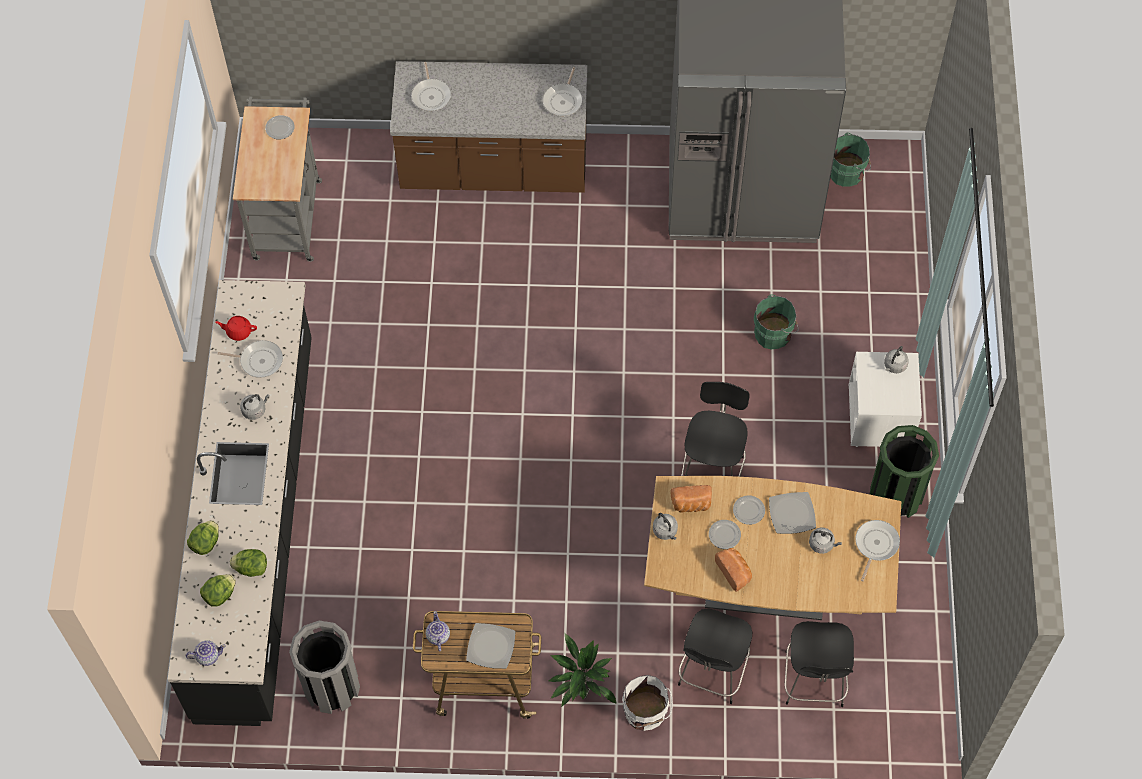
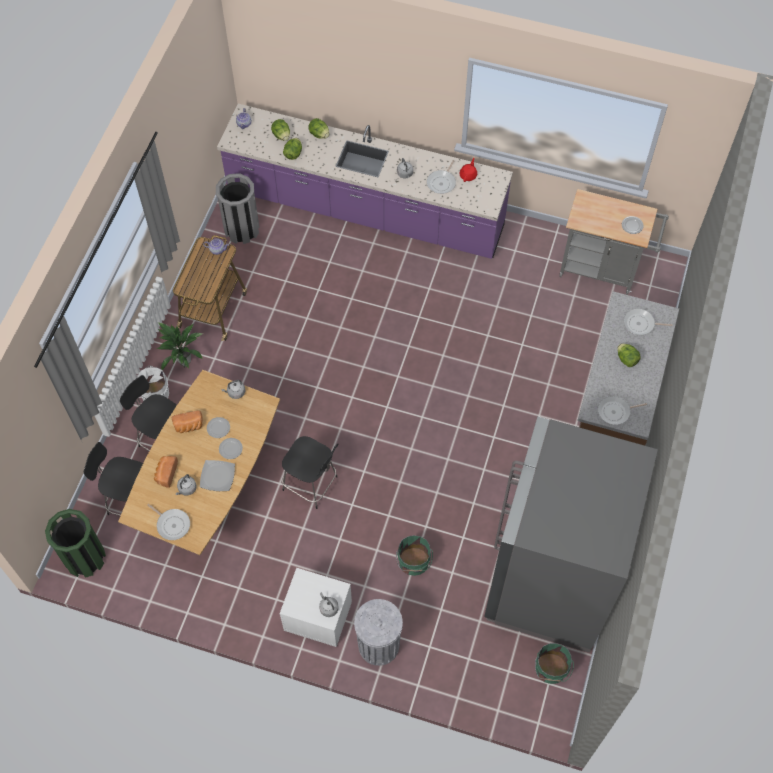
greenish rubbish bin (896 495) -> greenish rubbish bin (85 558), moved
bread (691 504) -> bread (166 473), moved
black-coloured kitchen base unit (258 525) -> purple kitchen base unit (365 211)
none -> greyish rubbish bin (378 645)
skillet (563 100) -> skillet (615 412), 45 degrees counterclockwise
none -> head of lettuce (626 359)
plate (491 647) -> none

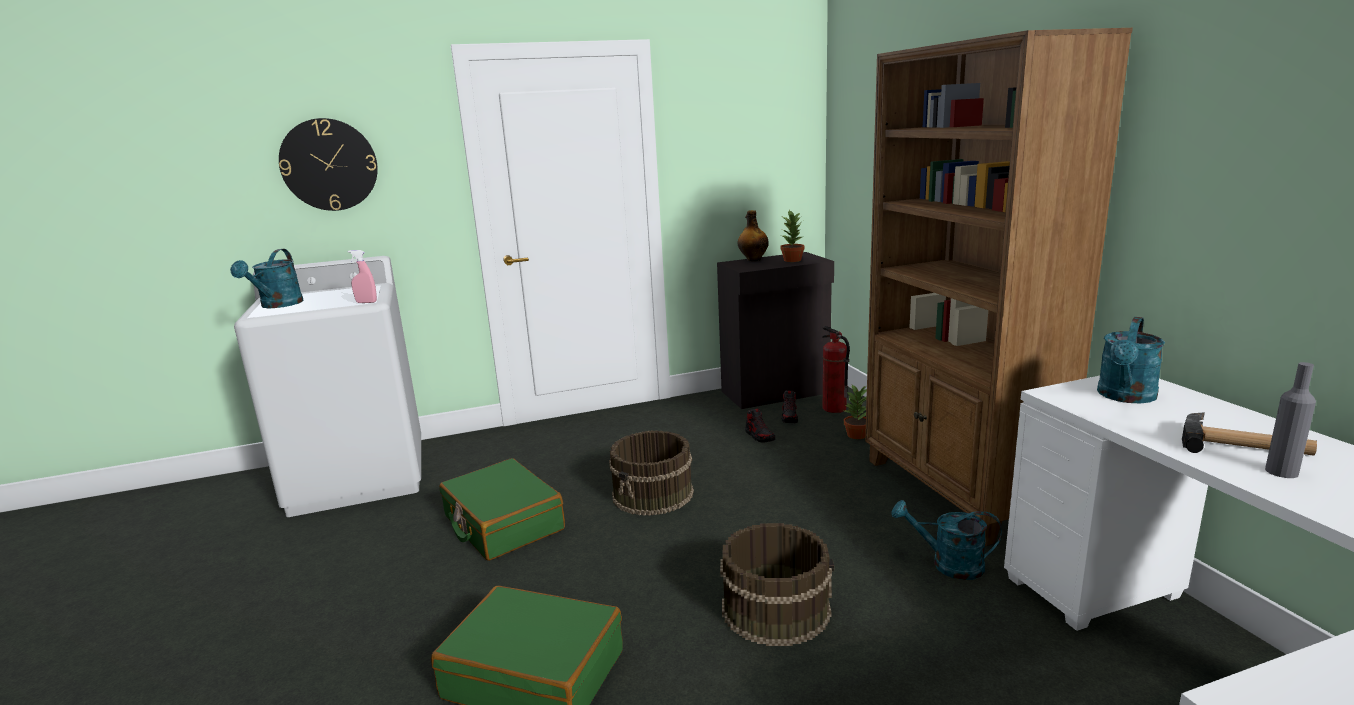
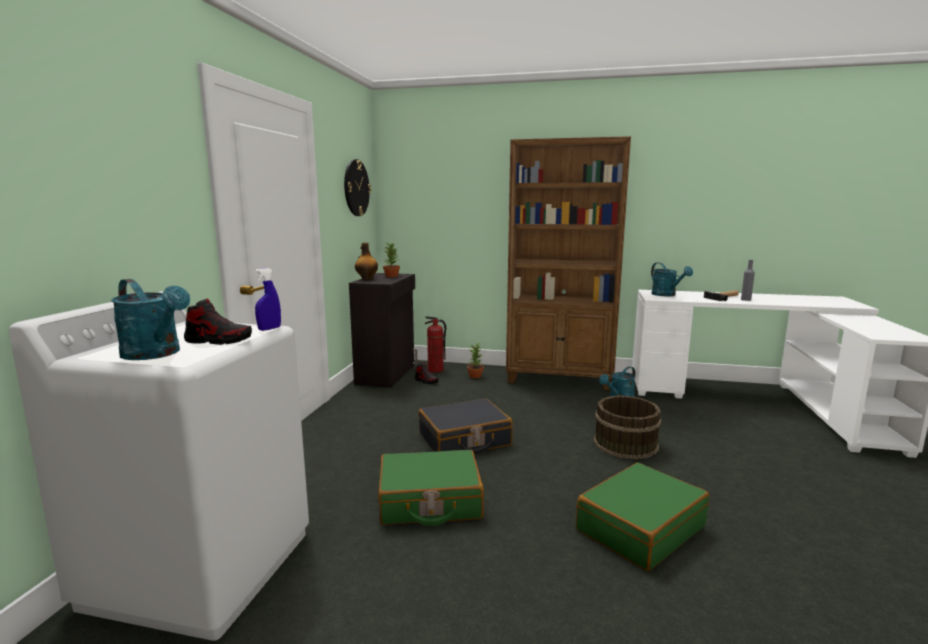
shoe (759 436) -> shoe (218 341), moved
pinkish hand sprayer (366 302) -> bluish hand sprayer (269 329)
wall clock (329 165) -> wall clock (356 188), moved
brown water bucket (653 494) -> black-coloured suitcase (464 440)

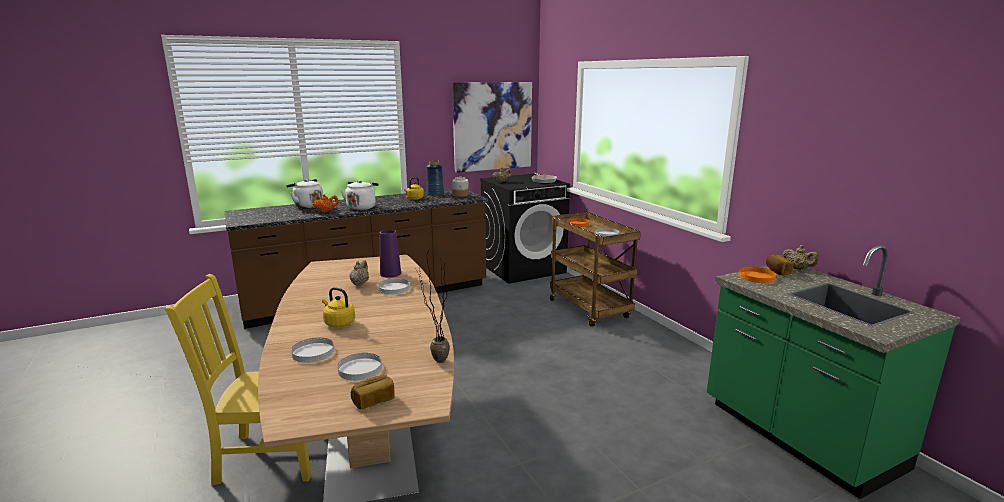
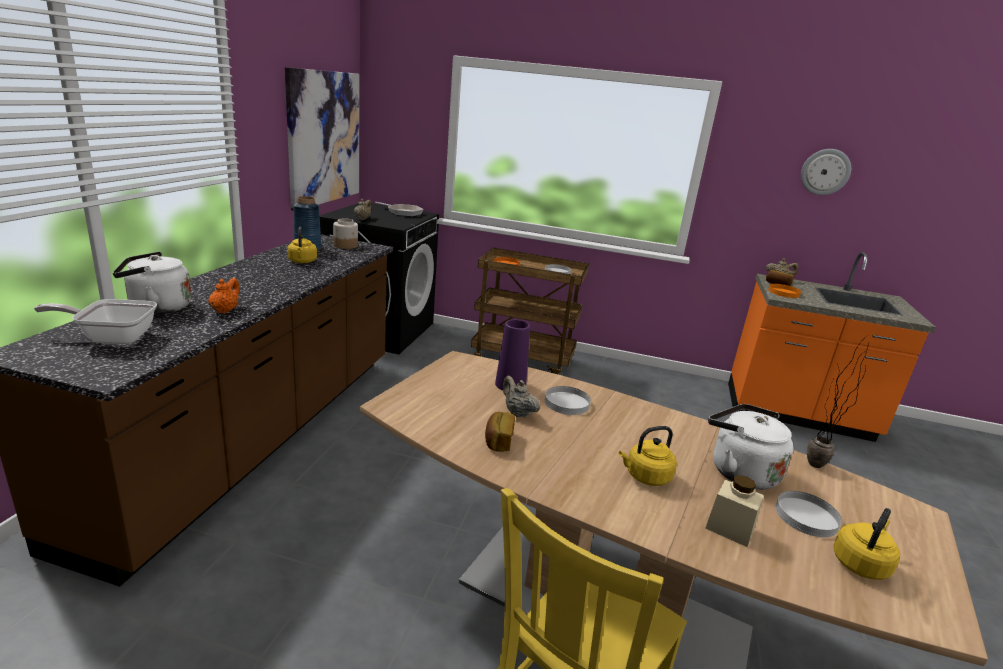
none -> skillet (112 337)
bread (373 400) -> bread (498 441), moved
white plate (313 352) -> beige jar (729 528)
white water kettle (361 207) -> white water kettle (739 471), moved
greenish kitchen base unit (798 436) -> orange-coloured kitchen base unit (798 414)
none -> wall clock (825 172)
none -> yellow-coloured water kettle (861 563)

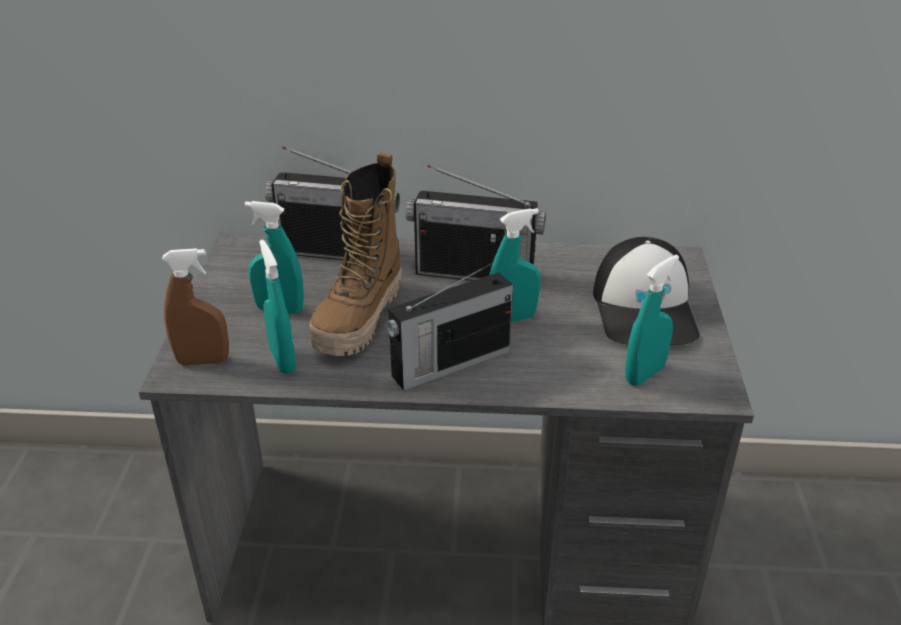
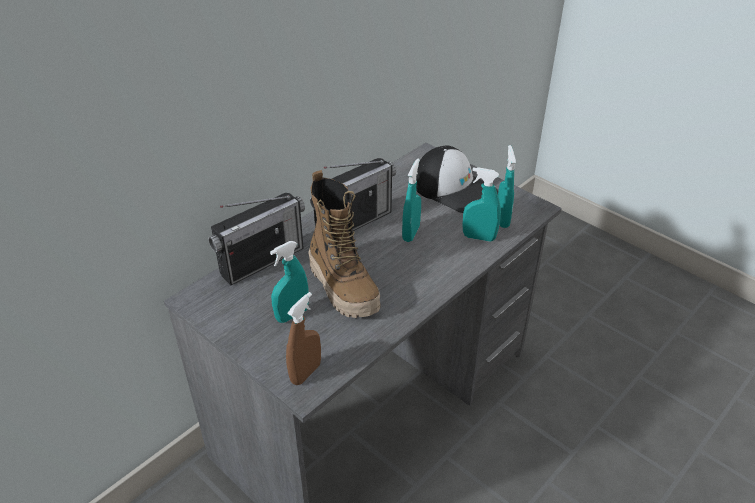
turquoise hand sprayer (282 360) -> turquoise hand sprayer (479 237), moved
radio set (449 364) -> none

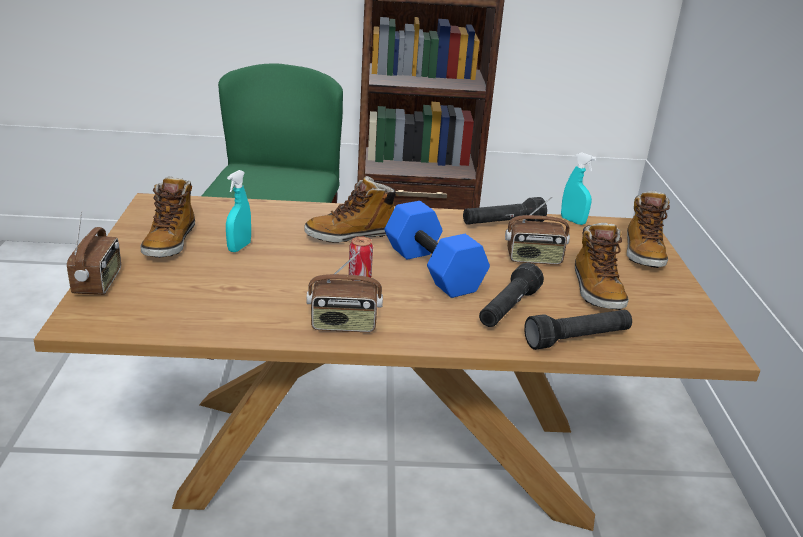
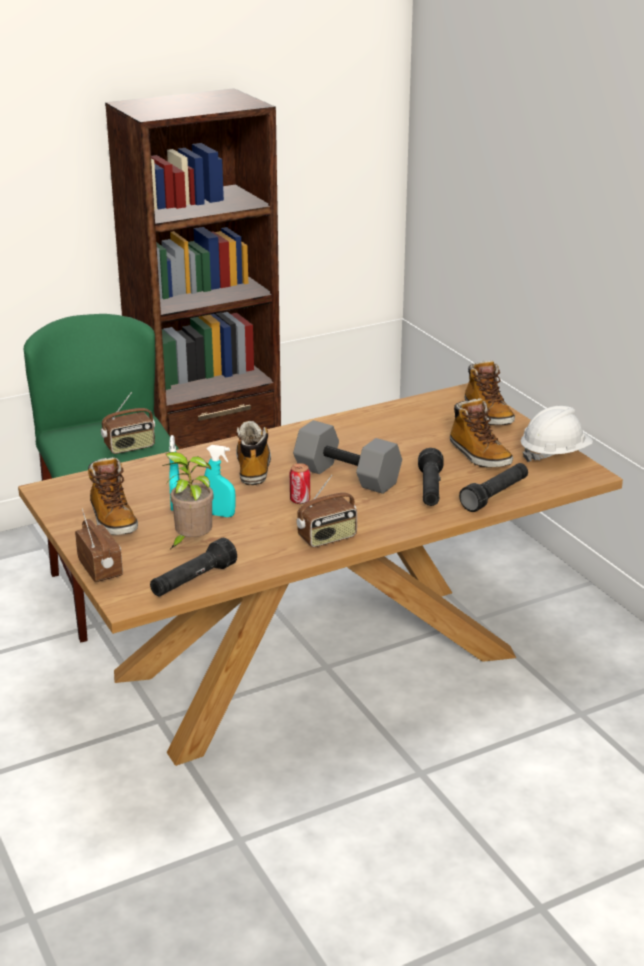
radio set (534 259) -> radio set (130 447), moved
black-coloured torch (502 224) -> black-coloured torch (193 581), moved
none -> houseplant (191 542)
turquoise hand sprayer (572 221) -> turquoise hand sprayer (220 514), moved
boot (351 235) -> boot (253 467), 135 degrees clockwise
bluish free weight (435 269) -> greyish free weight (349 475)
none -> white hard hat (554 454)

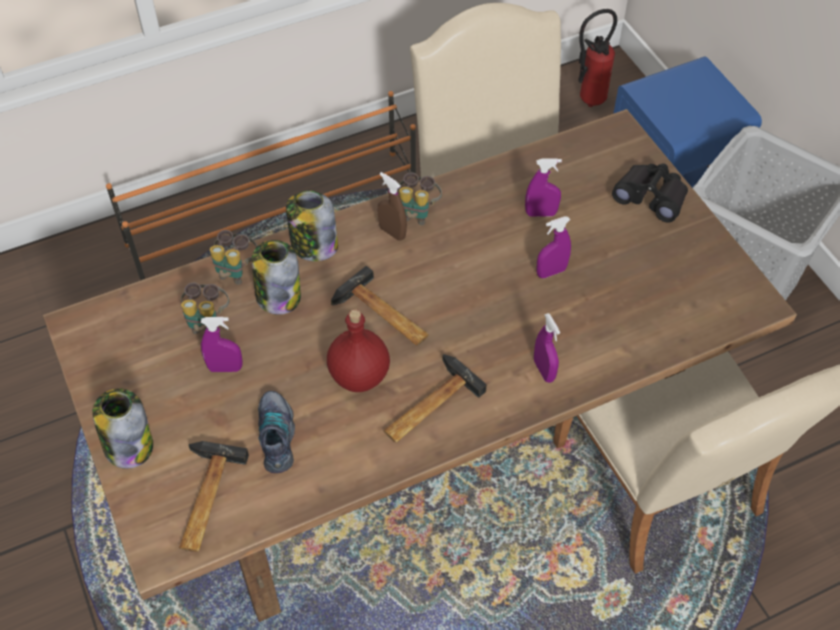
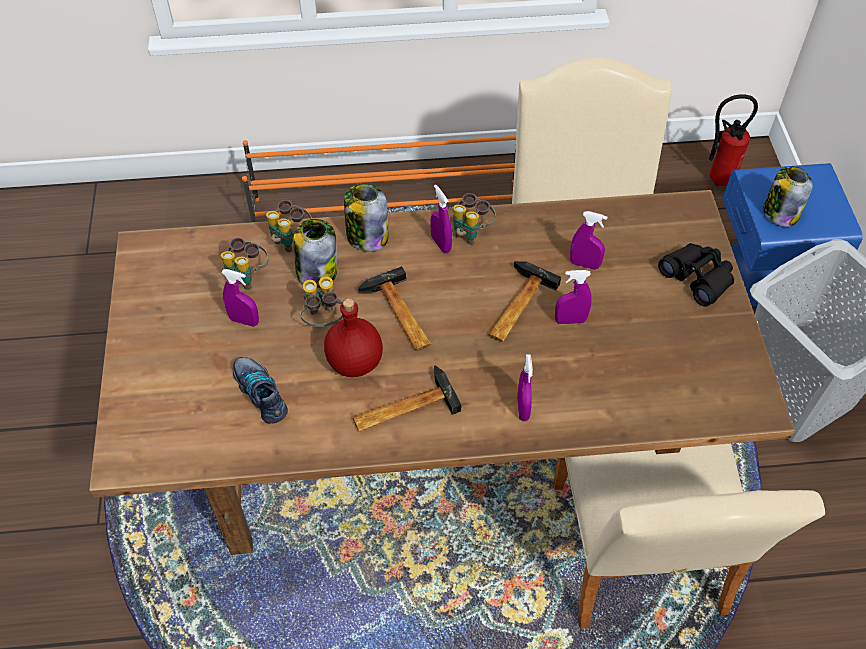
shoe (277 435) -> shoe (261 393), 45 degrees counterclockwise
none -> binoculars (324 320)
brown hand sprayer (392 232) -> purple hand sprayer (441 244)
hammer (204 499) -> hammer (515 306), moved
jar (128 445) -> jar (780 213), moved

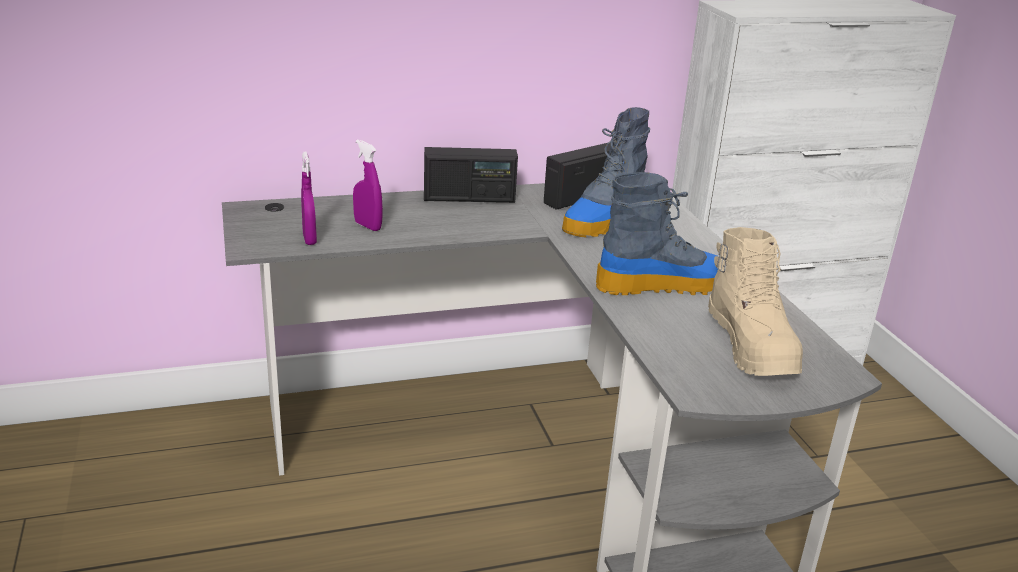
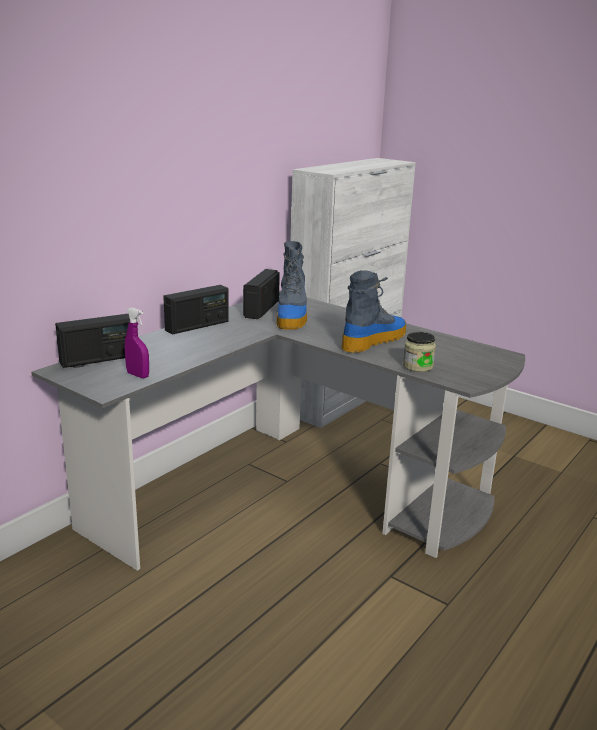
none -> radio set (100 359)
none -> jar (417 366)
purple hand sprayer (368 226) -> none
beige boot (752 346) -> none

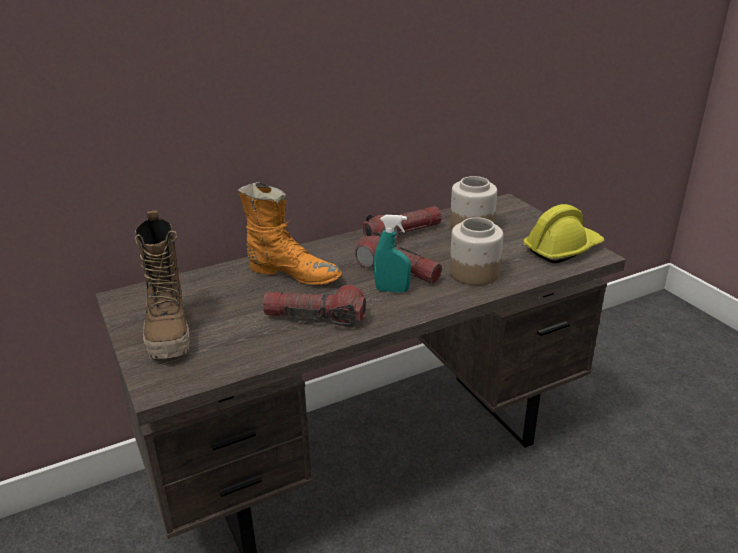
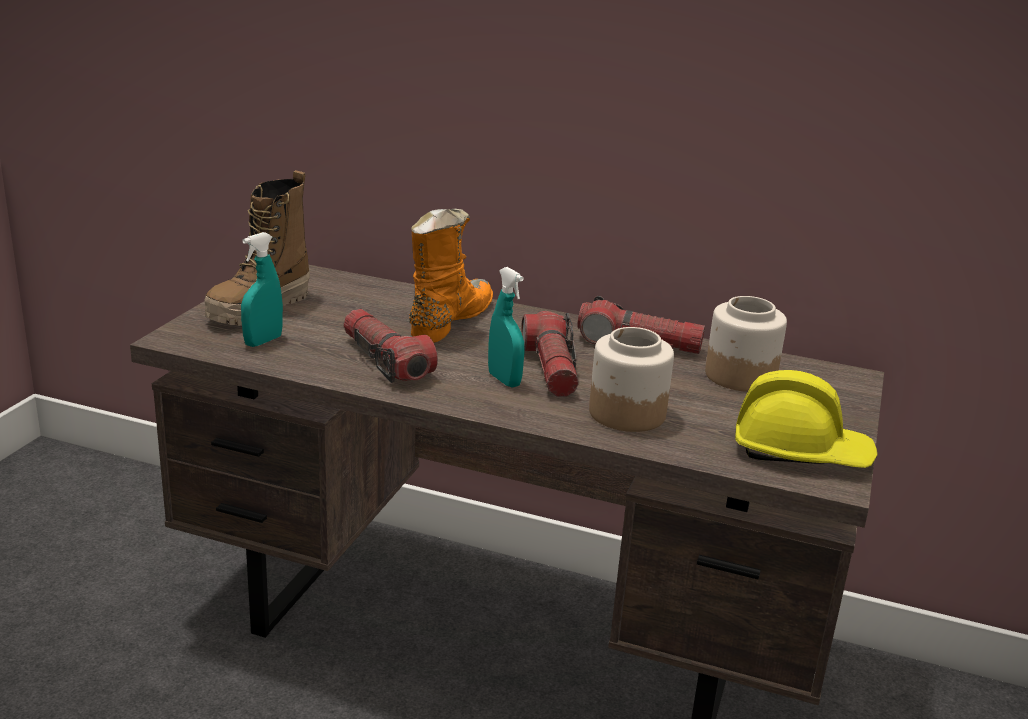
none -> turquoise hand sprayer (263 341)
orange-coloured boot (293 274) -> orange-coloured boot (448 321), 135 degrees counterclockwise

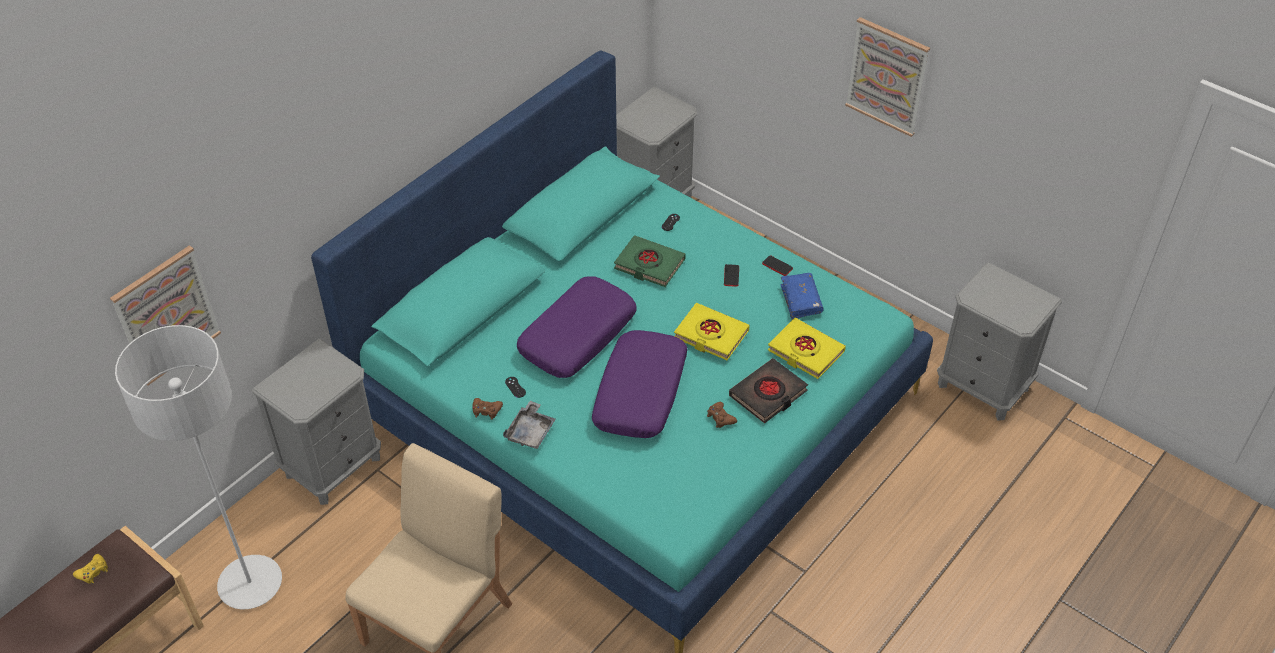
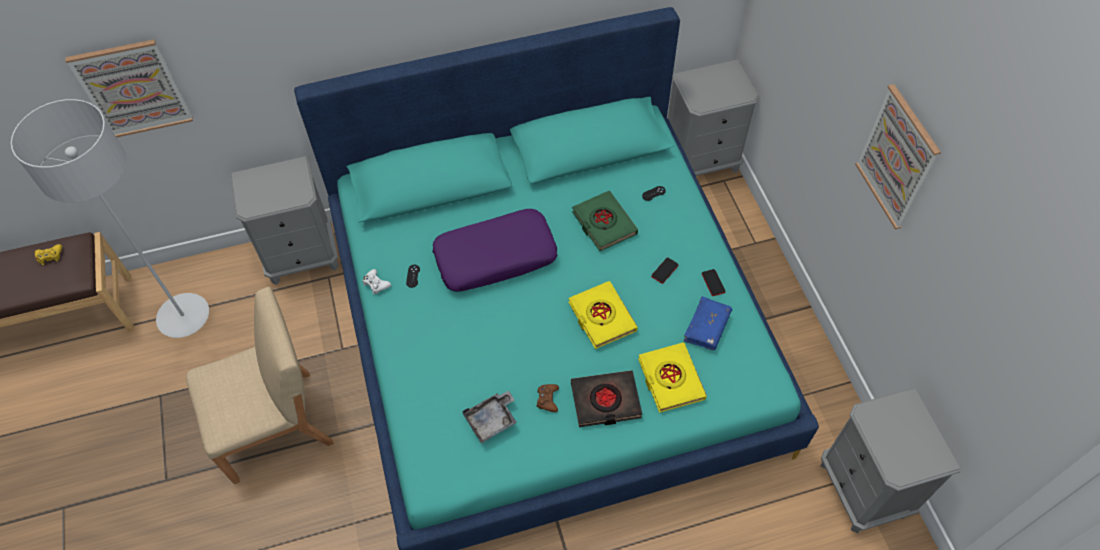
brown gamepad (486 410) -> white gamepad (376 284)
greyish serving tray (531 432) -> greyish serving tray (492 420), moved
purple throw pillow (641 393) -> none

